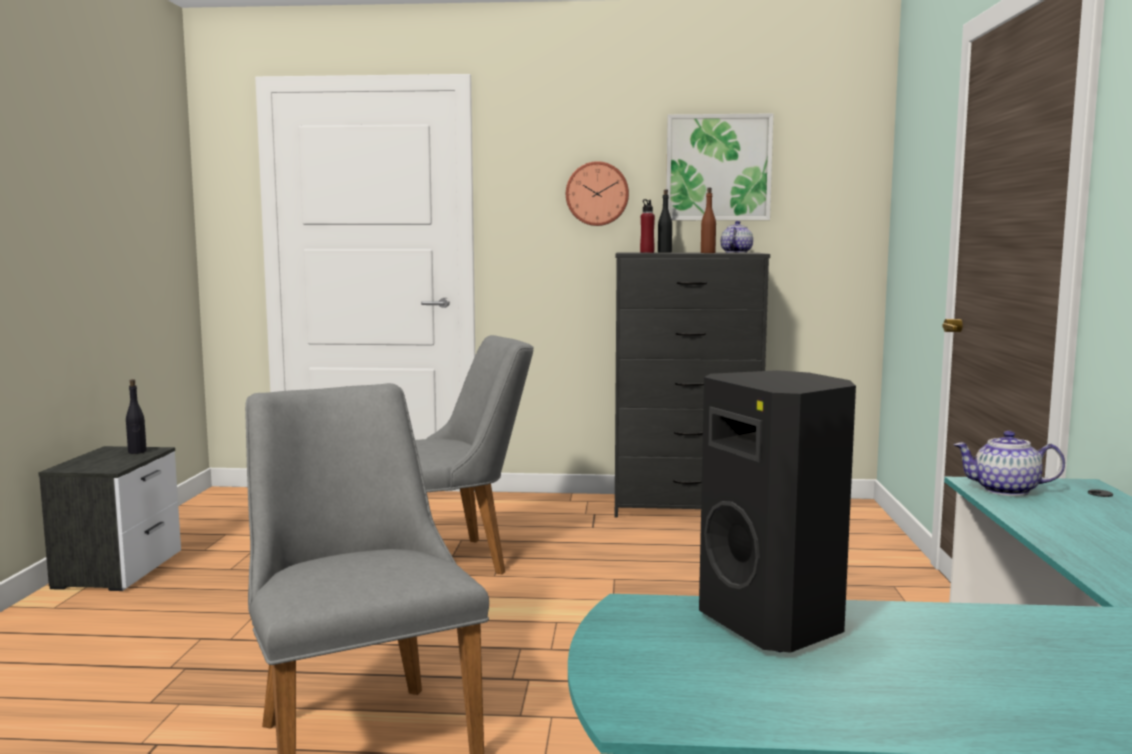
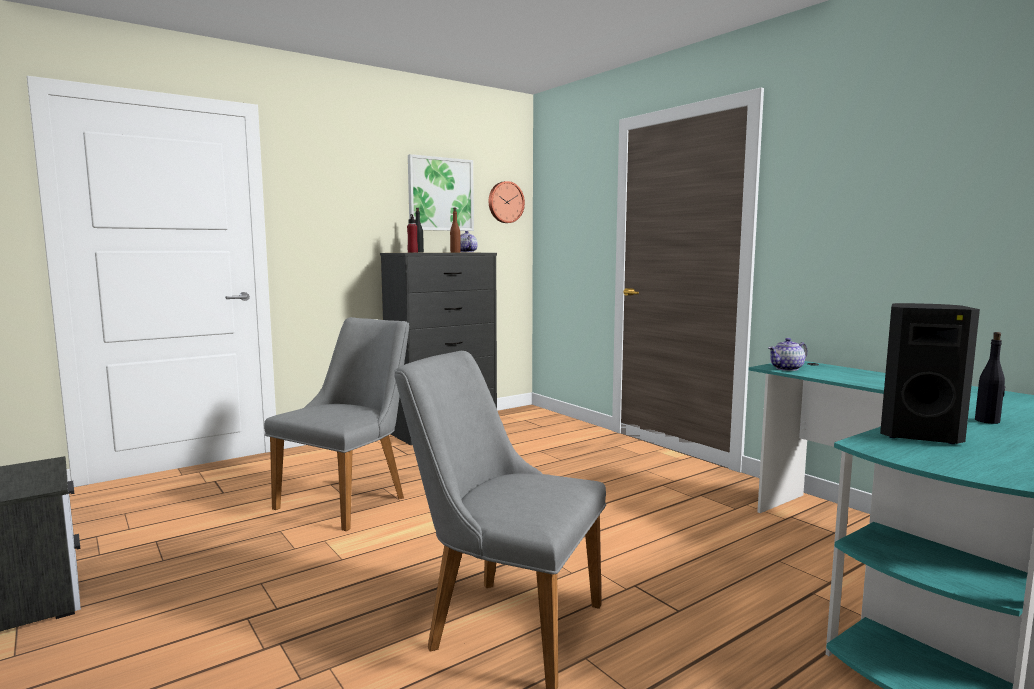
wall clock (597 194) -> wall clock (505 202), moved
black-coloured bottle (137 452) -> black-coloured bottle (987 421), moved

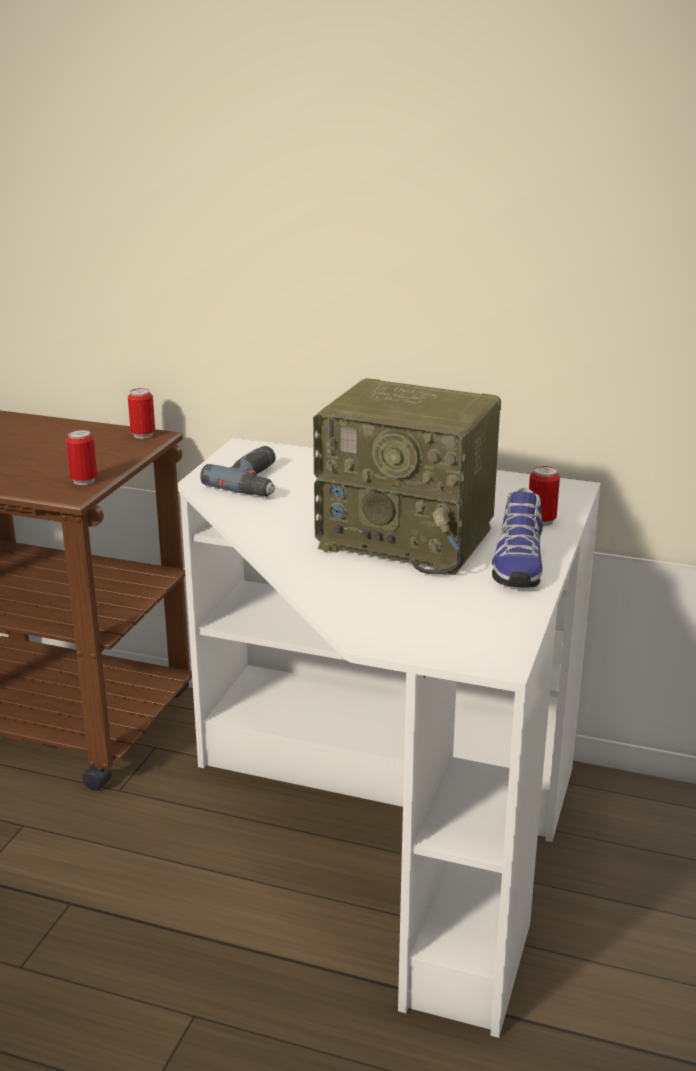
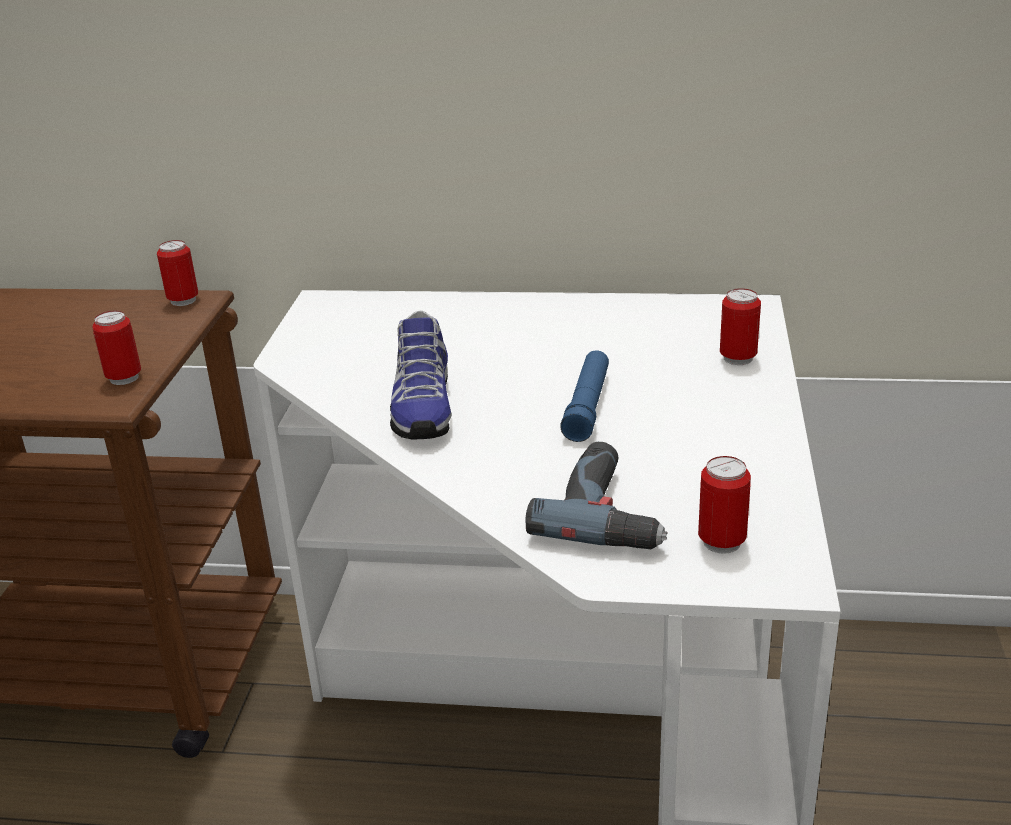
shoe (516 566) -> shoe (421 408), moved
drill (257 481) -> drill (610 511), moved
radio set (410 538) -> bluish torch (587 406)
none -> sealed can (721 542)

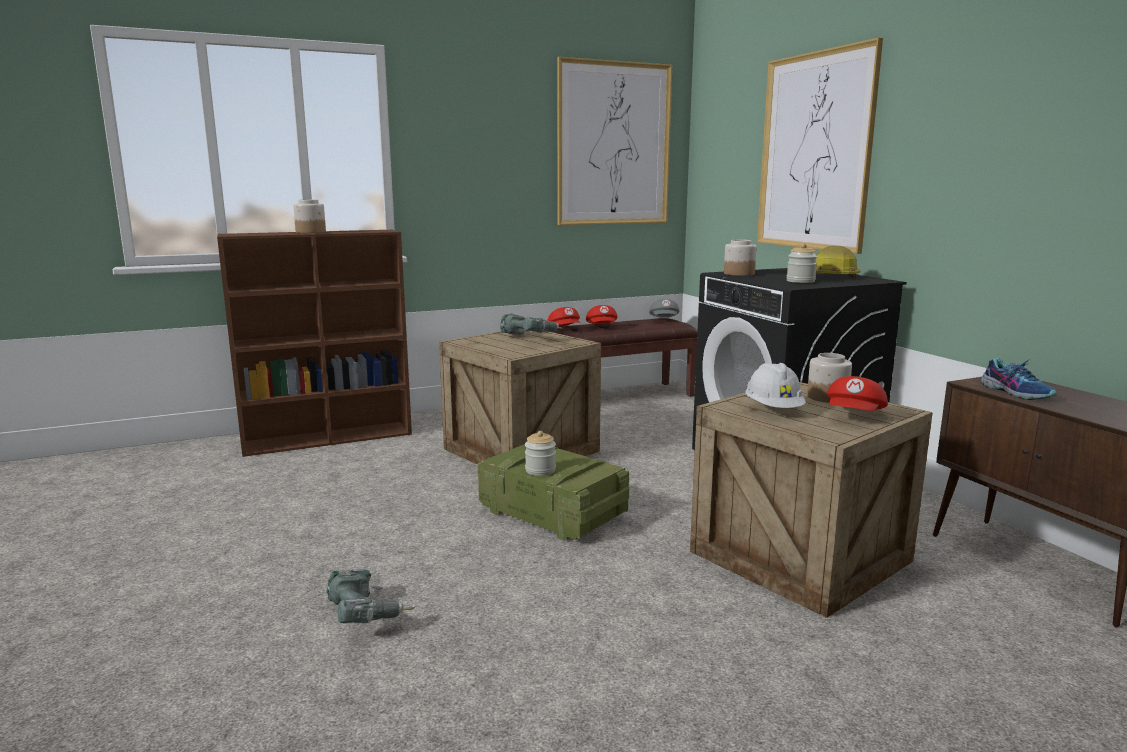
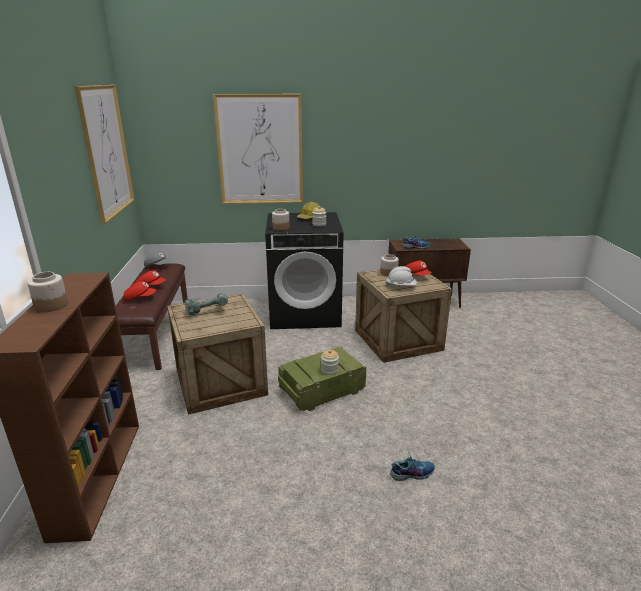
drill (367 616) -> shoe (412 473)

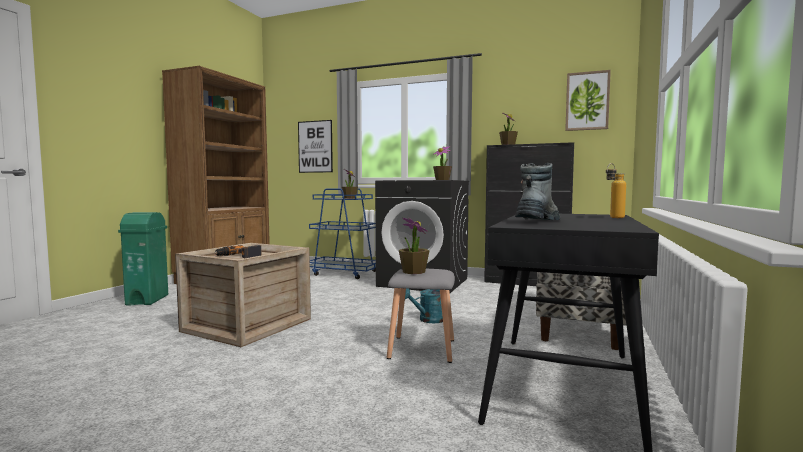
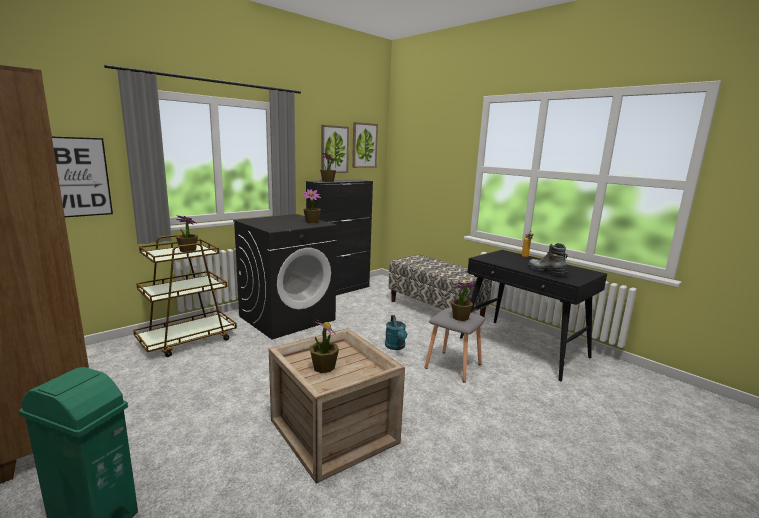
bluish wheeled cart (344 273) -> brown wheeled cart (188 340)
drill (238 256) -> houseplant (323 367)
none -> picture (334 149)

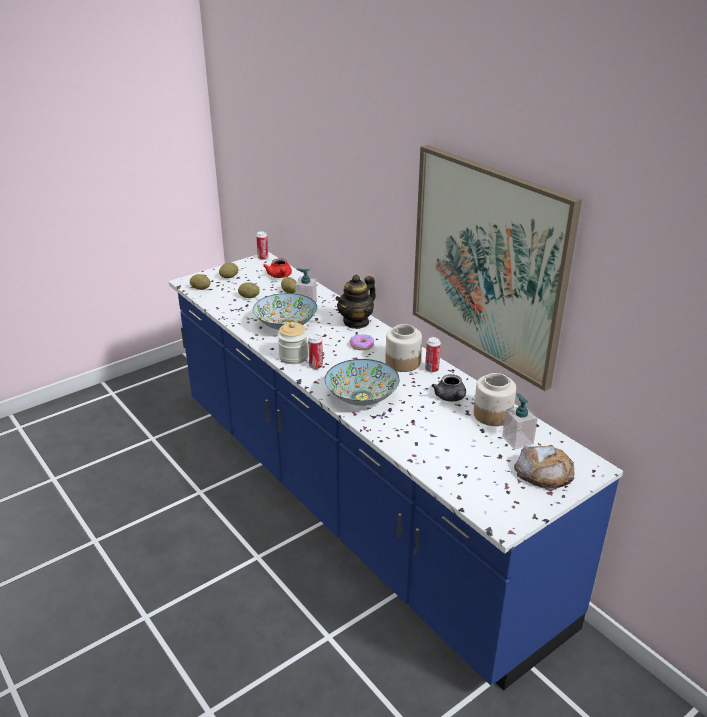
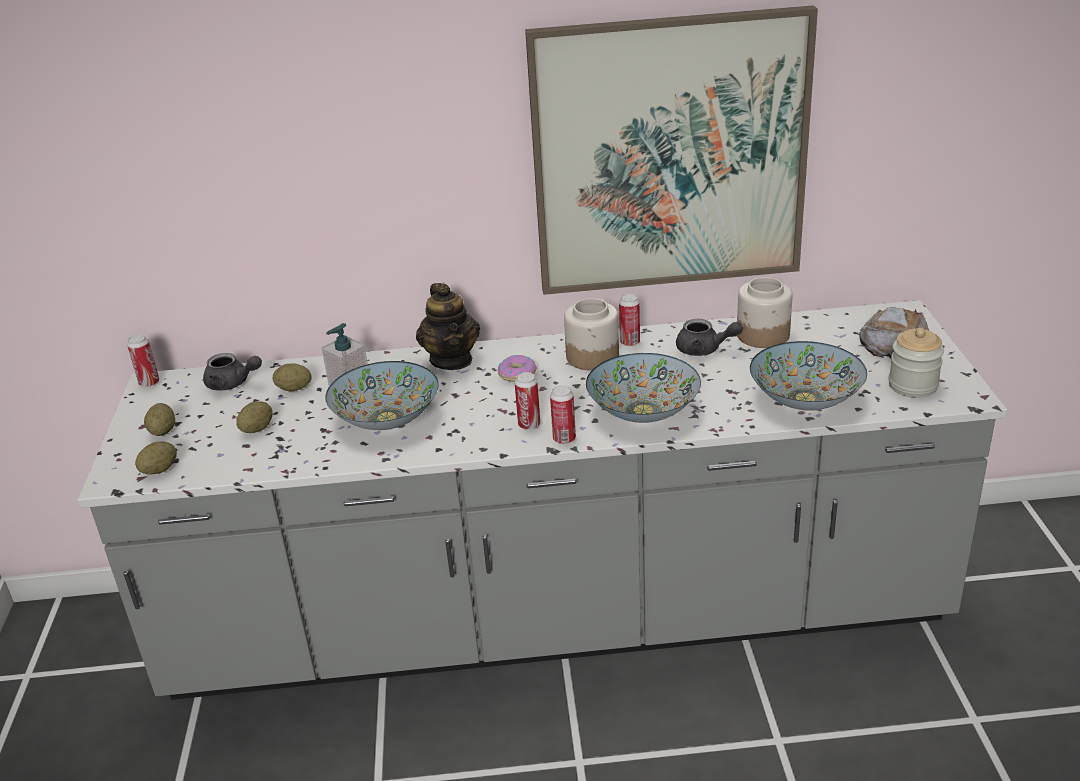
bluish kitchen base unit (353 503) -> greyish kitchen base unit (556 618)
reddish tea pot (280 276) -> greyish tea pot (232 384)
none -> sealed can (564 439)
none -> bowl (805 399)
jar (293 357) -> jar (912 385), moved
soap dispenser (517 440) -> none

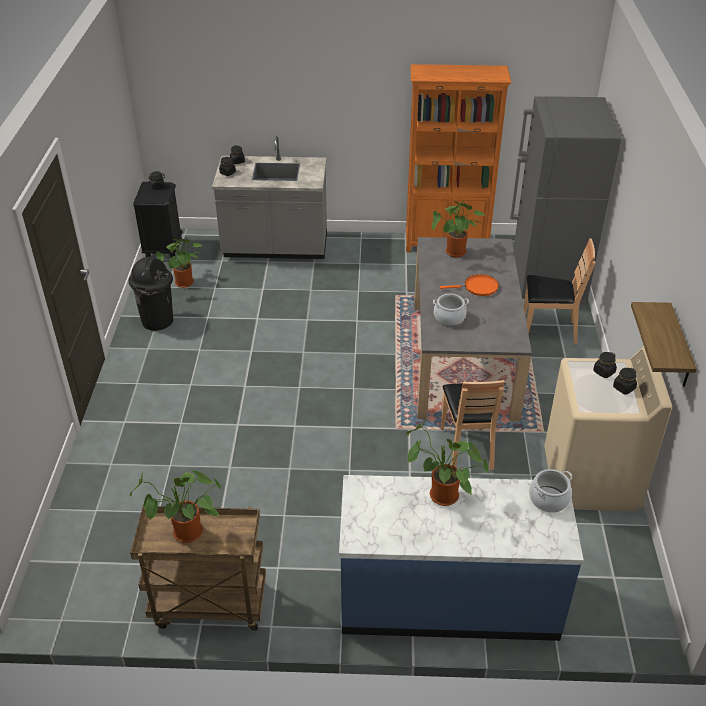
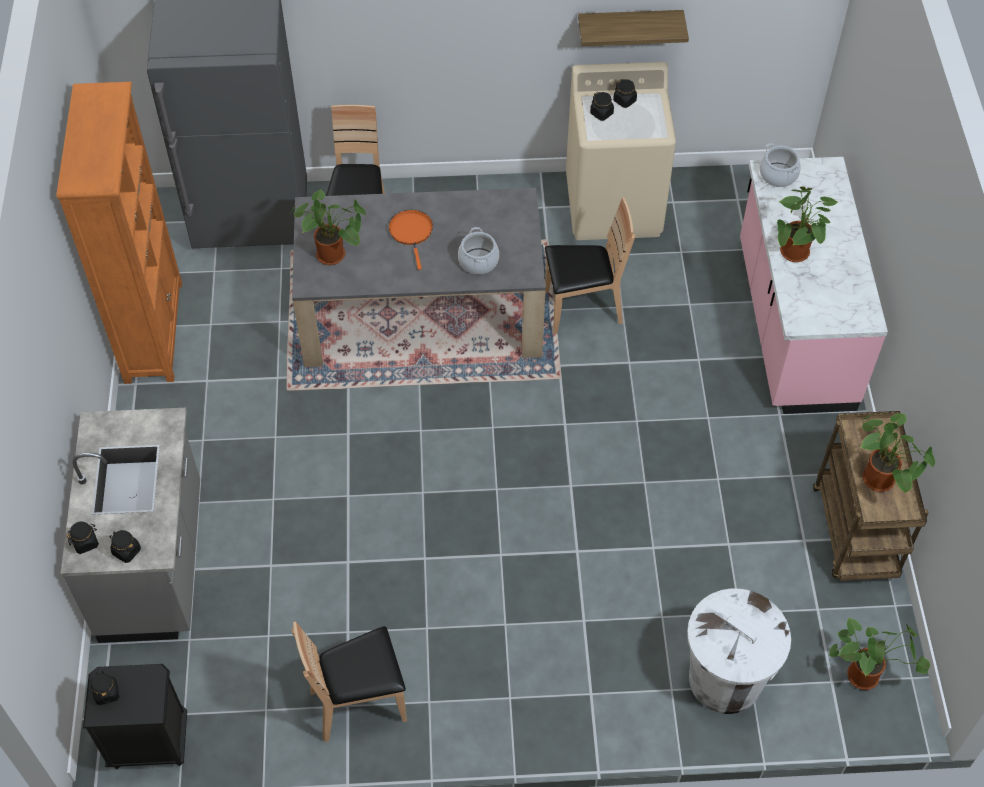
black-coloured rubbish bin (158 320) -> brown upright chair (359 703)
none -> white rubbish bin (725 680)
bluish kitchen base unit (448 598) -> pinkish kitchen base unit (793 325)
houseplant (184 284) -> houseplant (866 675), moved

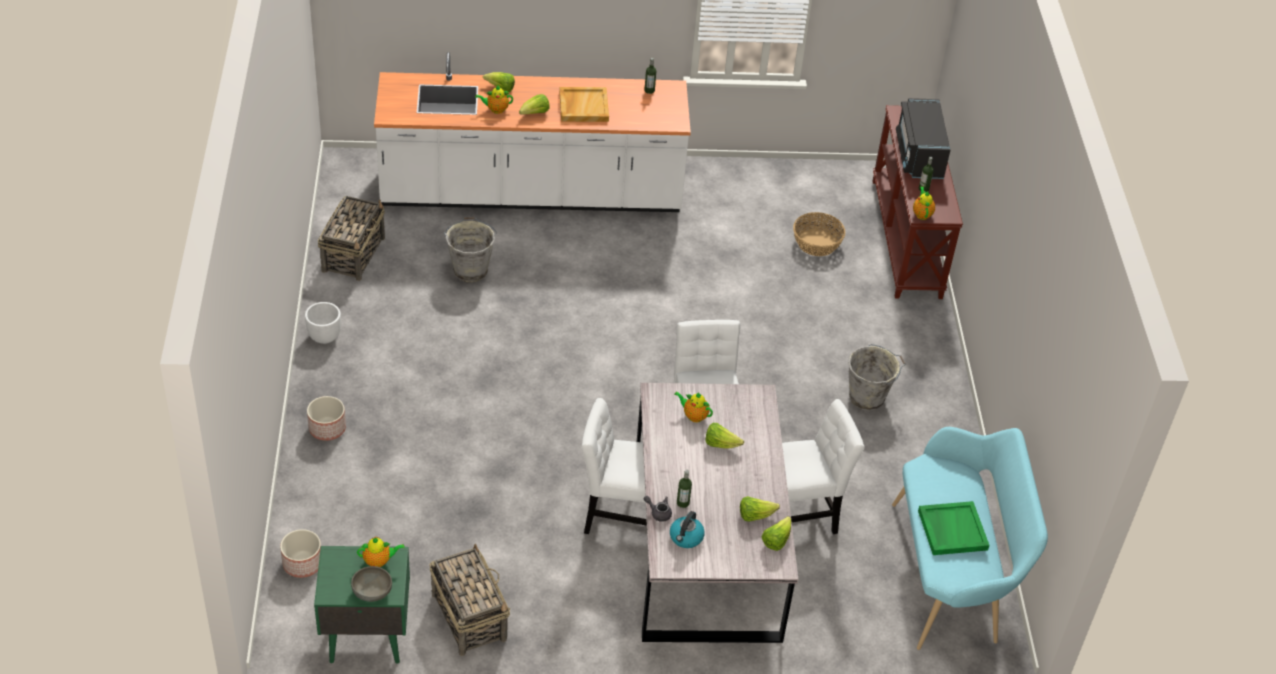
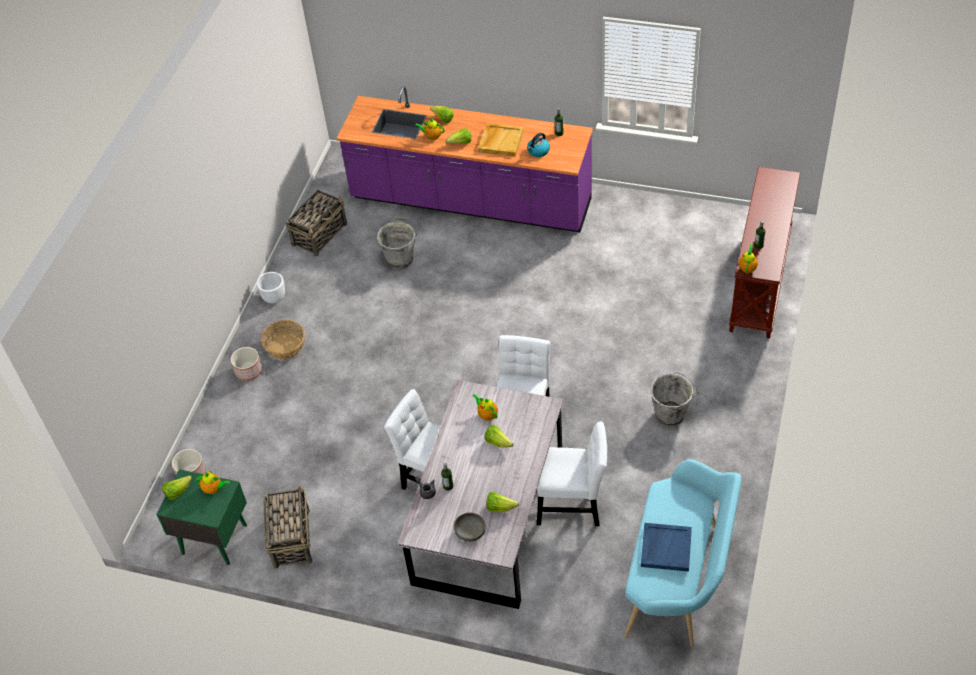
head of lettuce (776 540) -> head of lettuce (178 492), moved
storage basket (817 243) -> storage basket (285 346), moved
white kitchen base unit (531 193) -> purple kitchen base unit (470 201)
greyish bowl (372 591) -> greyish bowl (470 532), moved
water kettle (686 538) -> water kettle (538 151), moved
greenish serving tray (951 530) -> bluish serving tray (665 548)
black-coloured kitchen microwave (919 155) -> none

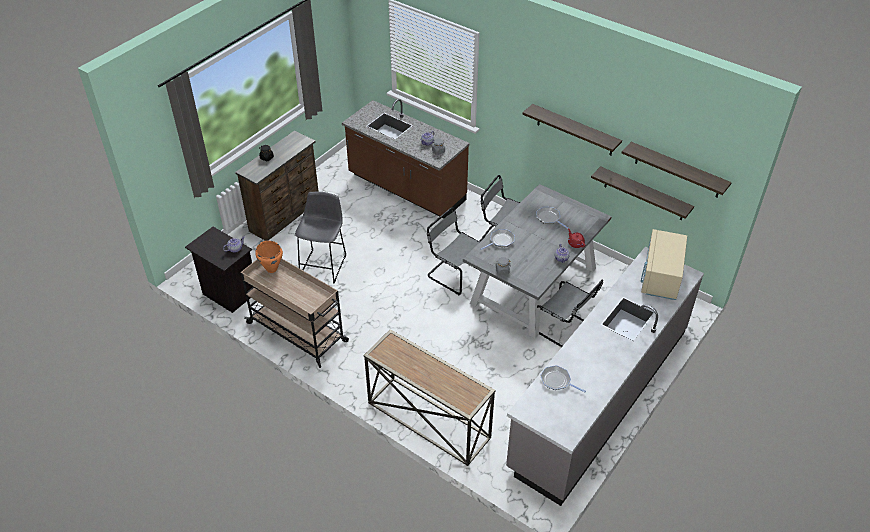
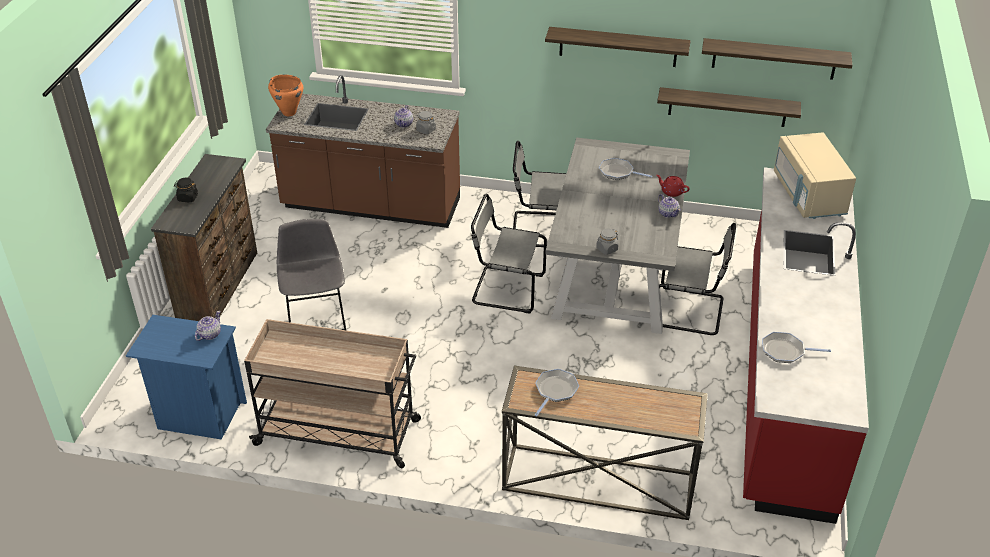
black-coloured night table (228 294) -> bluish night table (199 415)
orange-coloured saucepot (272 269) -> orange-coloured saucepot (289 112), moved
skillet (500 241) -> skillet (555 391), moved
greyish kitchen base unit (599 396) -> reddish kitchen base unit (786 375)

